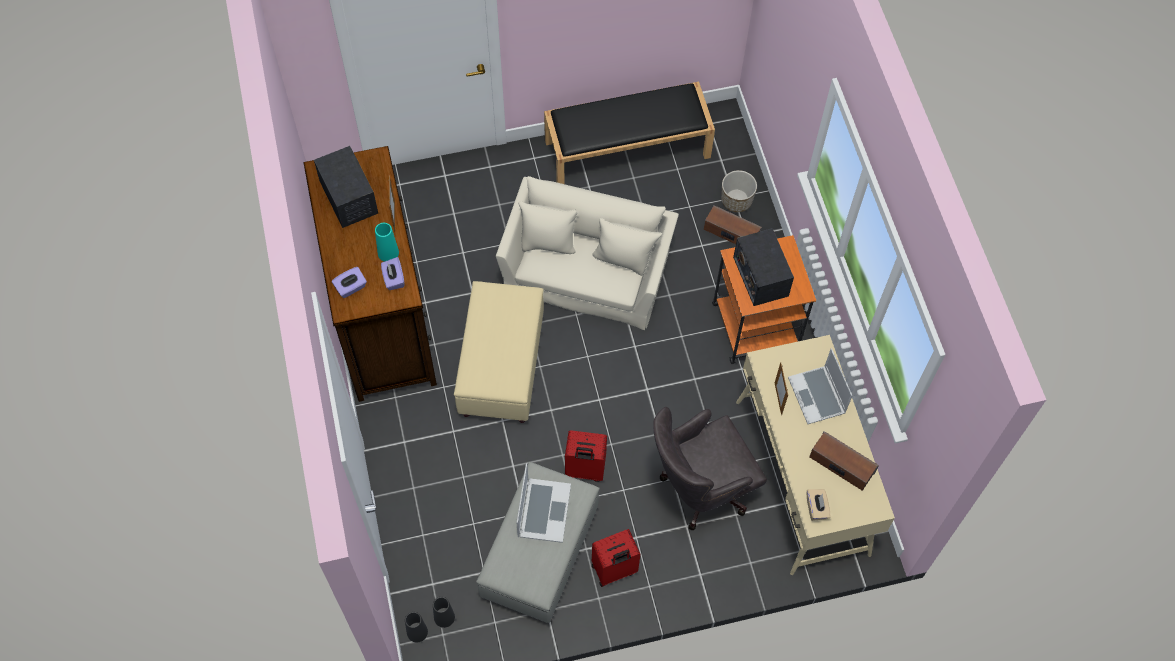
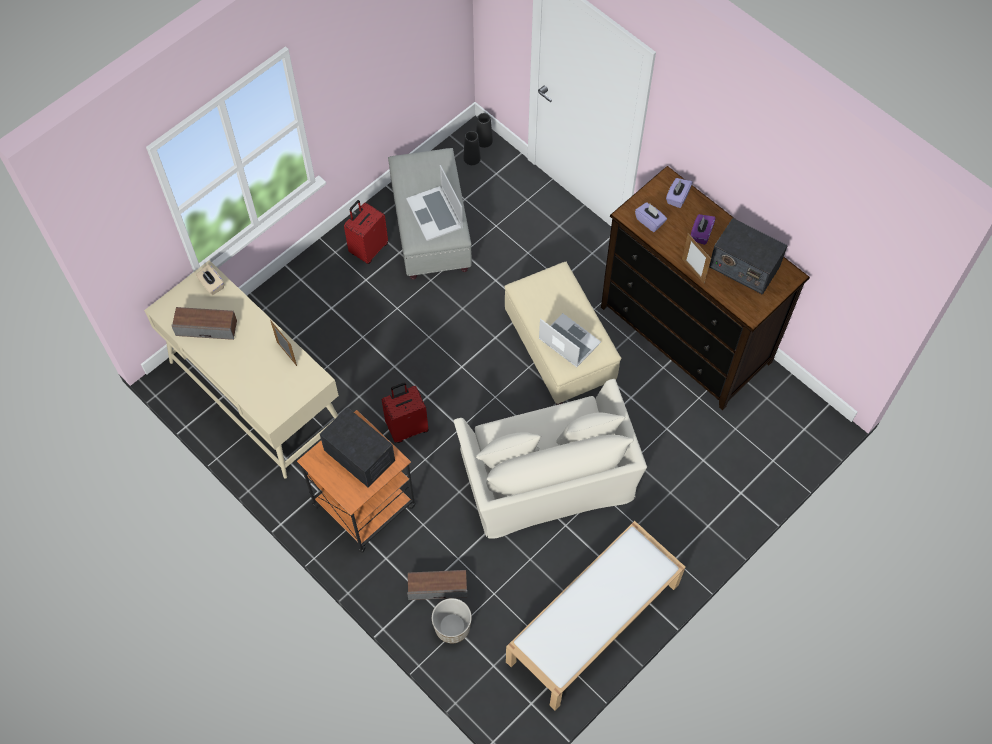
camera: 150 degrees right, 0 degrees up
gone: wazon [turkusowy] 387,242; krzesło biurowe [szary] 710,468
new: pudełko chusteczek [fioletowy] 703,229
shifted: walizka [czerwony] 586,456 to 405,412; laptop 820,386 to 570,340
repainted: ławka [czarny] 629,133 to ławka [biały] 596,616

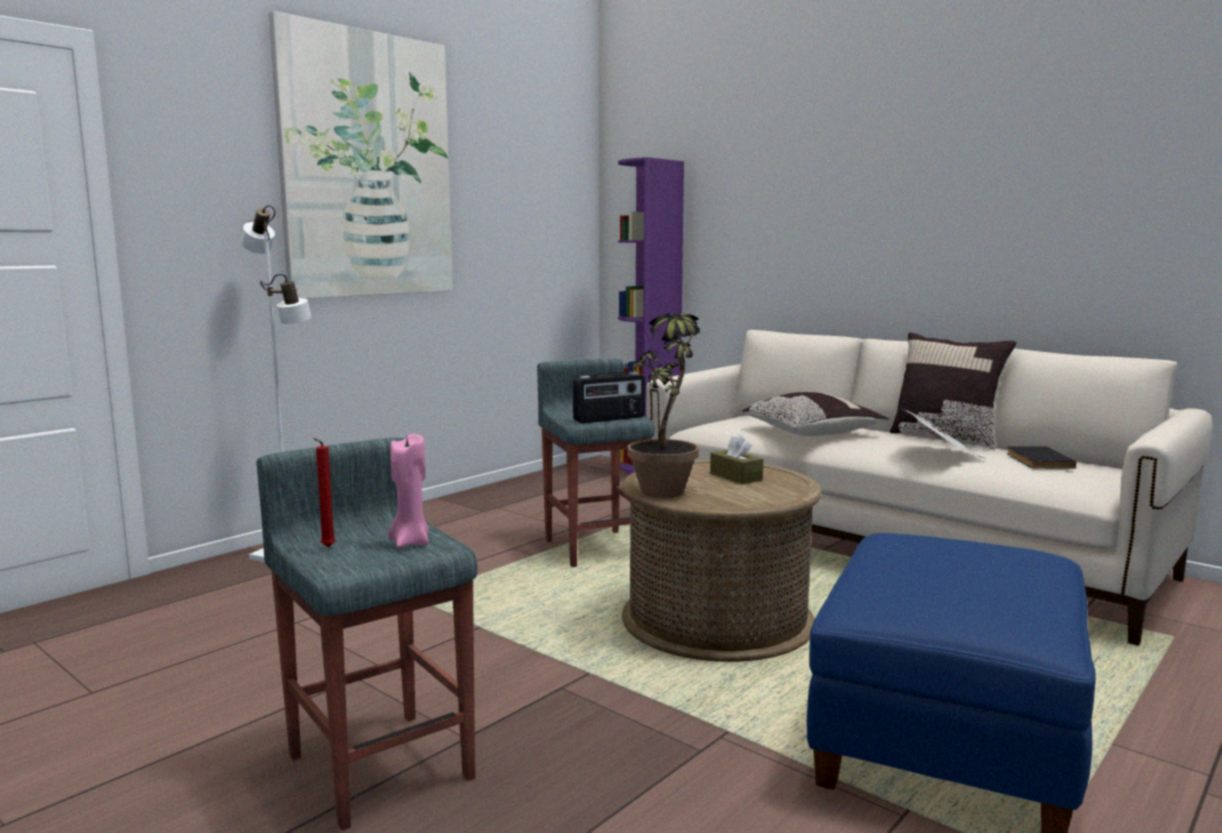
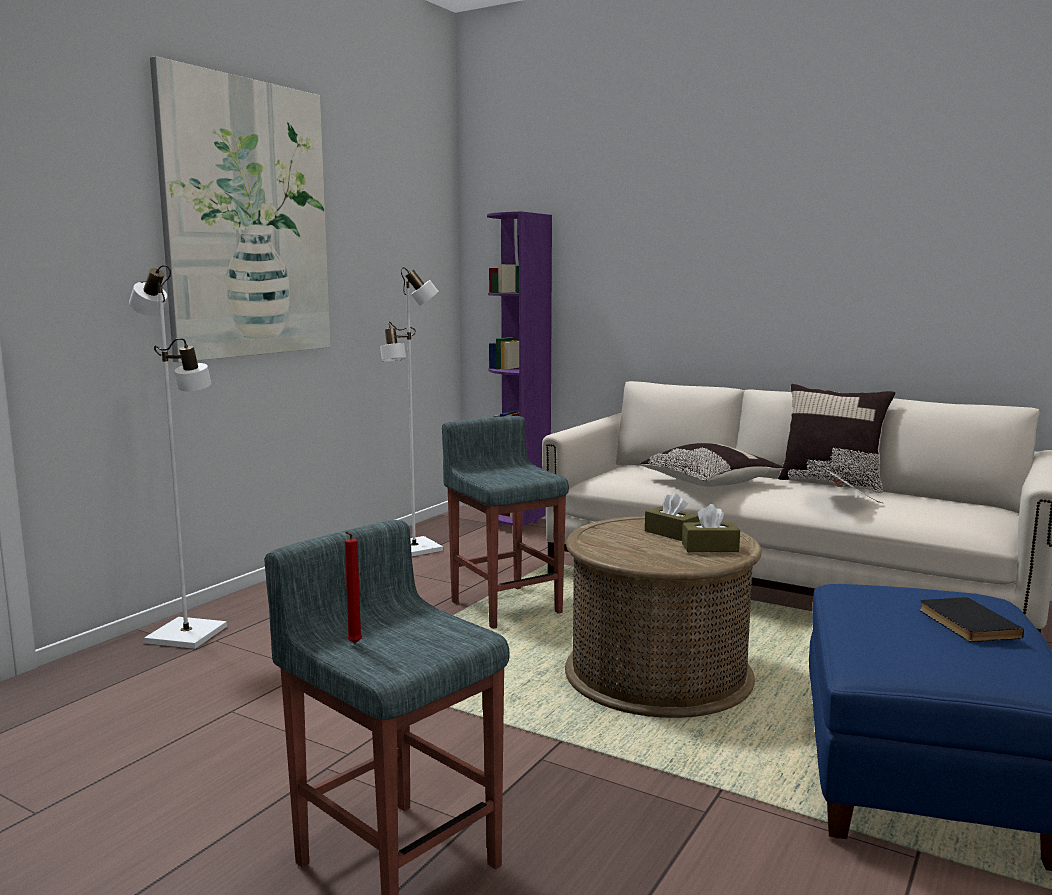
camera: 10 degrees left, 0 degrees up
gone: świeca [różowy] 408,491; radio 609,397; roślina doniczkowa 663,405
new: lampa stojąca [biały] 411,411; pudełko chusteczek [brązowy] 711,528
shifted: książka [czarny] 1041,457 to 972,619

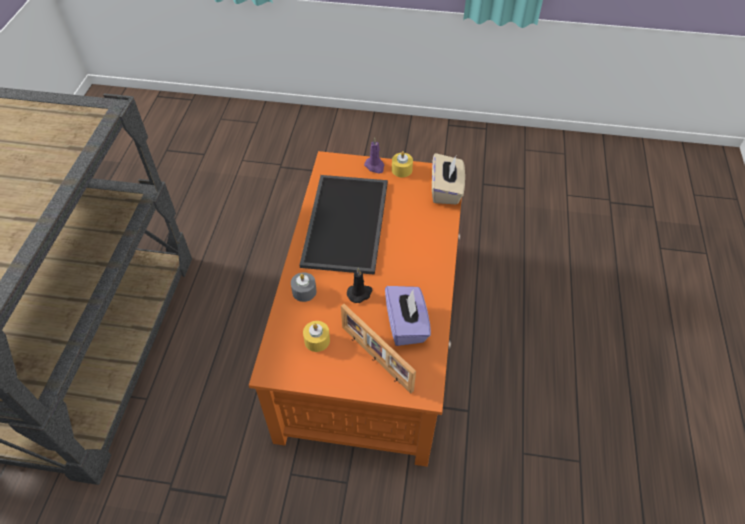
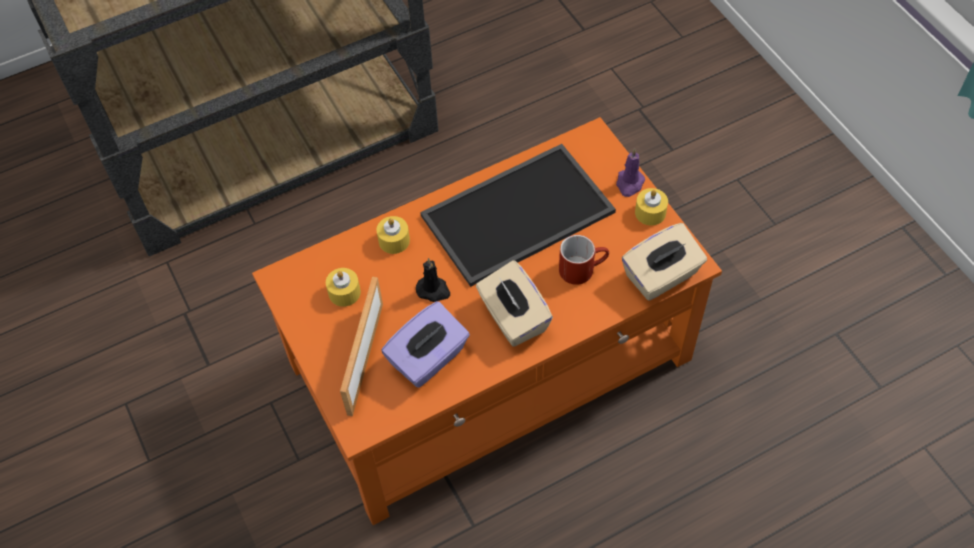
camera: 55 degrees right, 5 degrees up
new: pudełko chusteczek [beżowy] 514,303; kubek [czerwony] 584,260
repainted: świeca [szary] 304,287 to świeca [żółty] 393,235

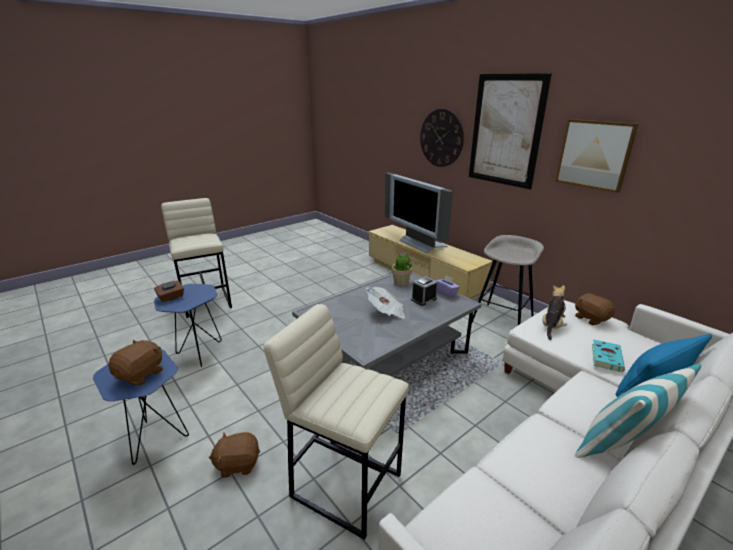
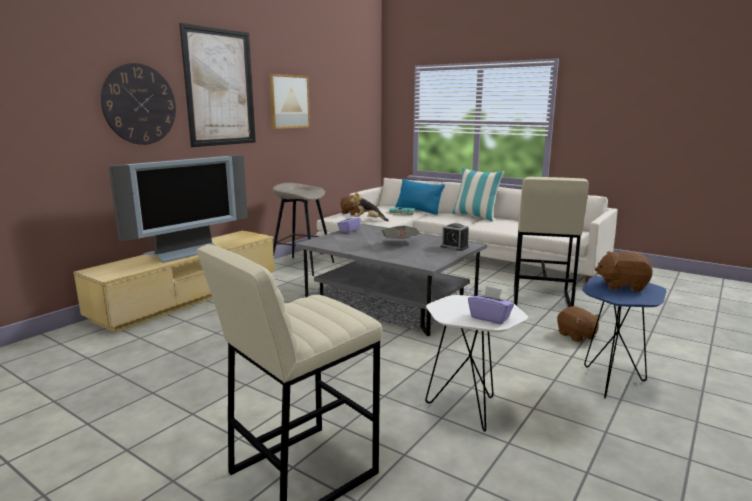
camera: 105 degrees left, 10 degrees down
gone: roślina doniczkowa 402,269
shifted: budzik 424,291 to 455,237
repainted: pudełko chusteczek [brązowy] 169,292 to pudełko chusteczek [fioletowy] 491,305; stolik [niebieski] 188,325 to stolik [biały] 476,363

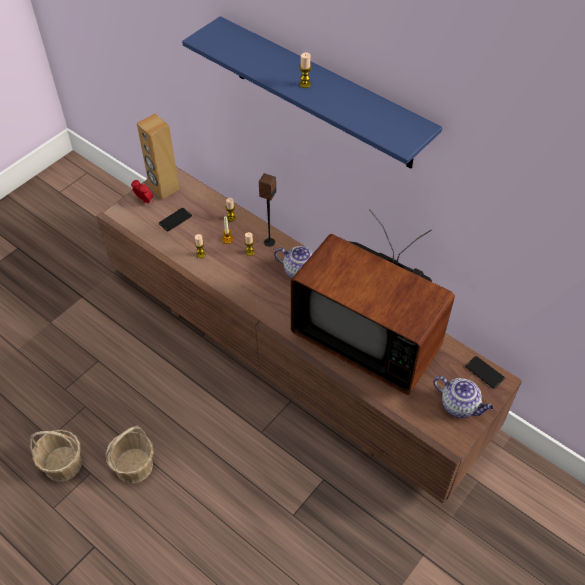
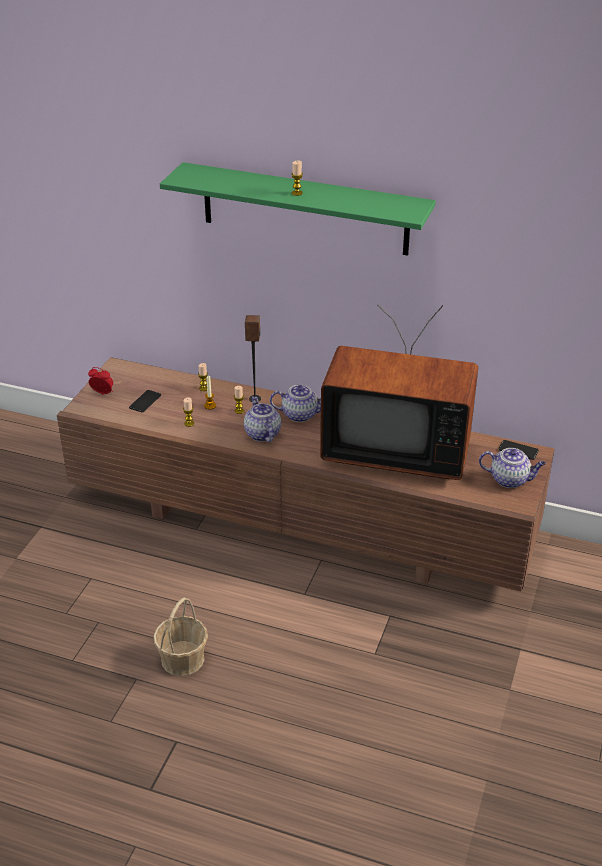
camera: 20 degrees left, 15 degrees down
gone: koszyk 56,455; głośnik [brązowy] 158,156
new: imbryk 262,419
repainted: półka [niebieski] 312,92 to półka [zielony] 298,209

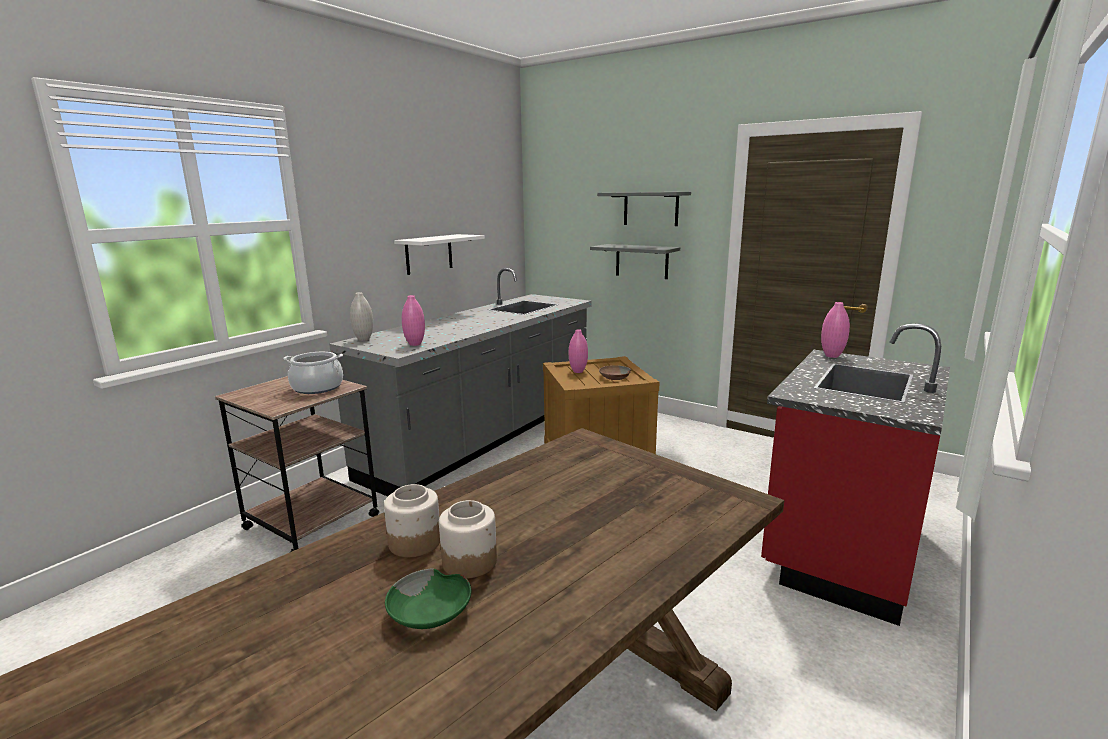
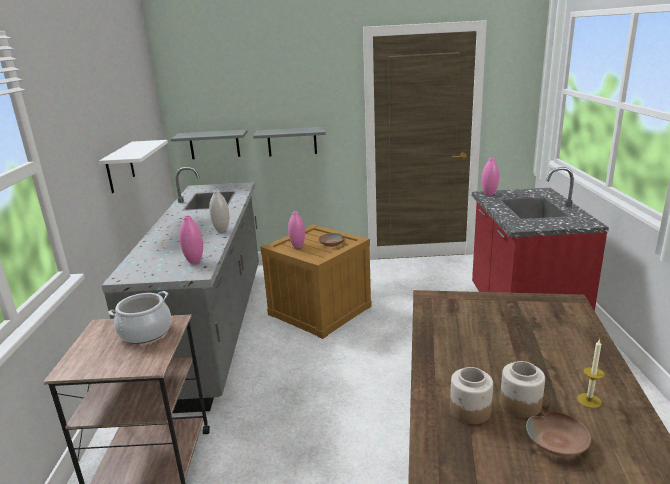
camera: 35 degrees left, 5 degrees up
new: świeca 591,373
shifted: wazon [biały] 361,316 to 219,211; półka [szary] 644,209 to 209,144
repainted: miska [zielony] 428,599 to miska [brązowy] 558,434

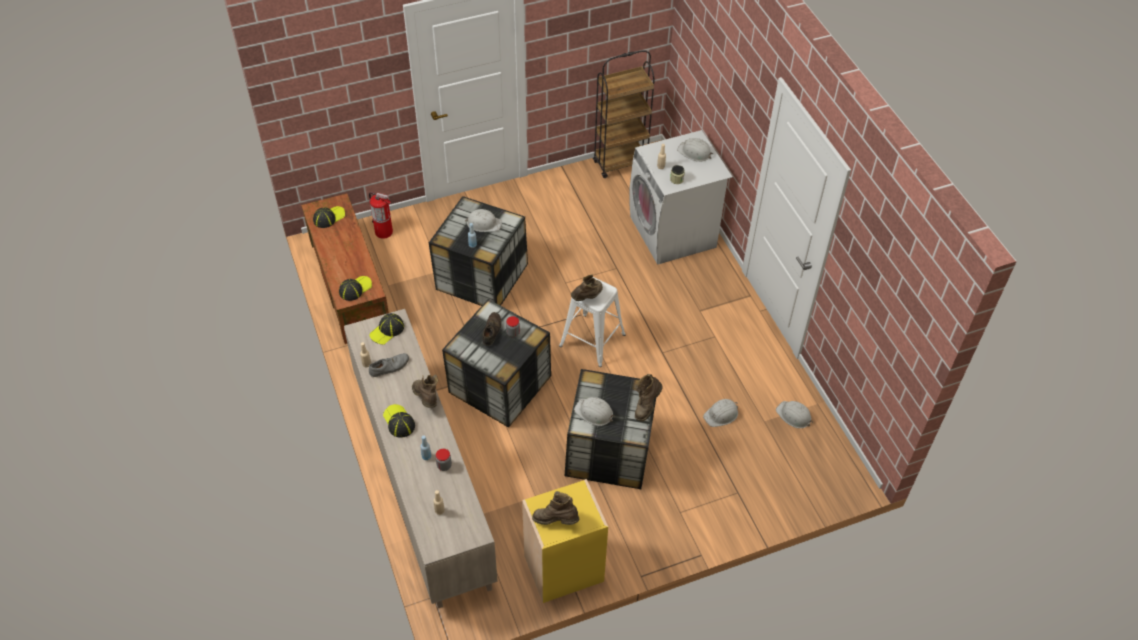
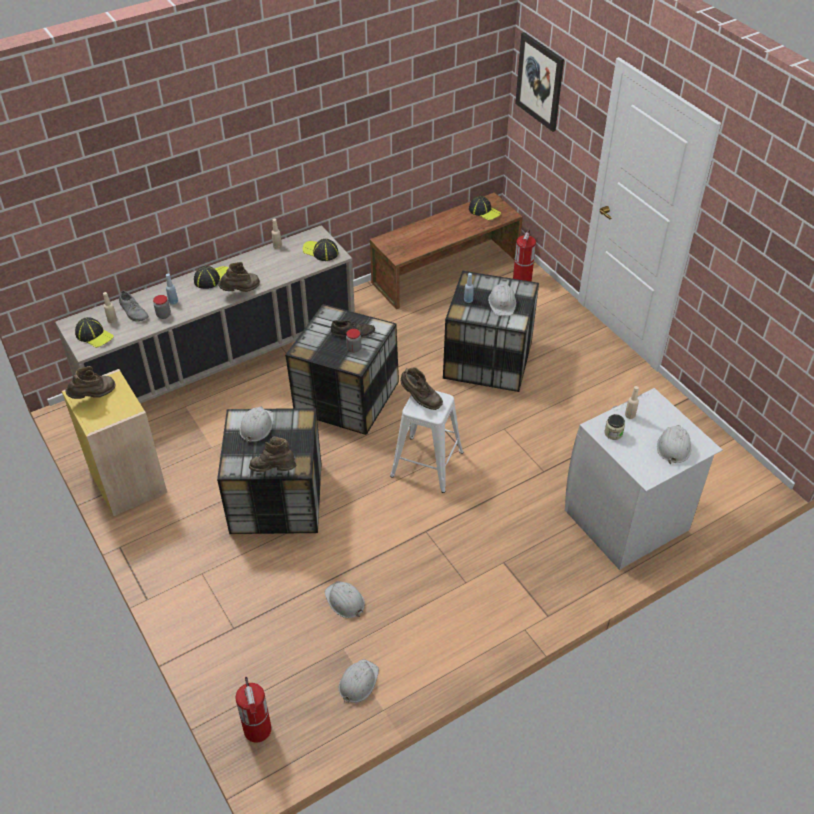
camera: 80 degrees right, 5 degrees down
gone: wózek [brązowy] 623,114
new: gaśnica 253,710; obraz 539,82
shifted: czapka z daszkiem 355,288 to 94,332; but [szary] 389,365 to 134,306
rotated: but z cholewką [brązowy] 555,508 = 90,382 45 degrees clockwise

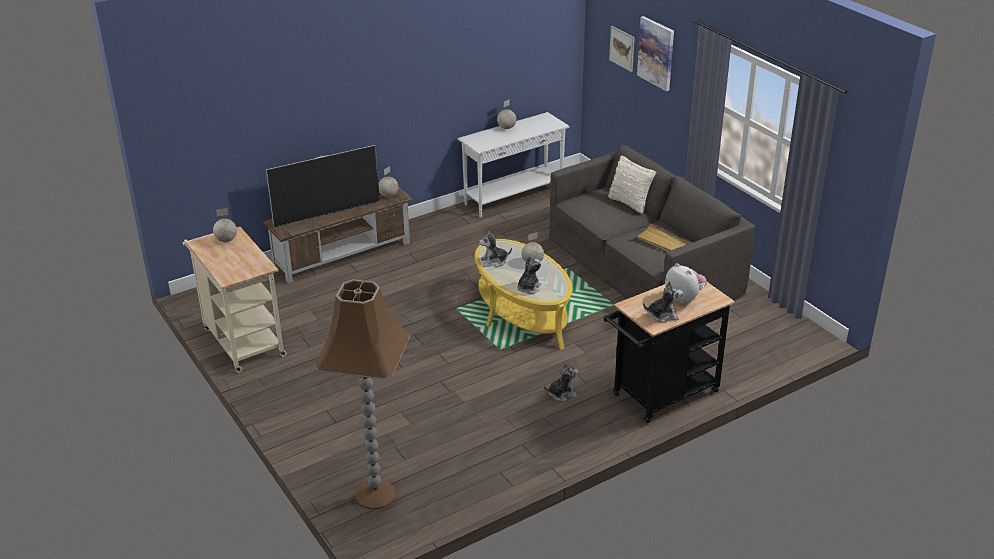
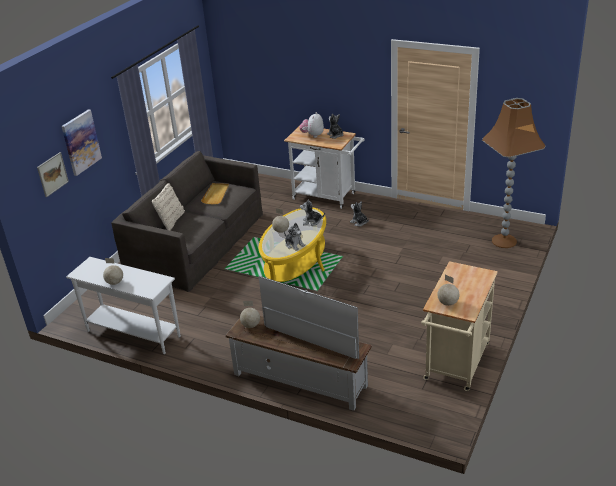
camera: 120 degrees left, 0 degrees up
repainted: wózek [czarny] 669,352 to wózek [biały] 324,167

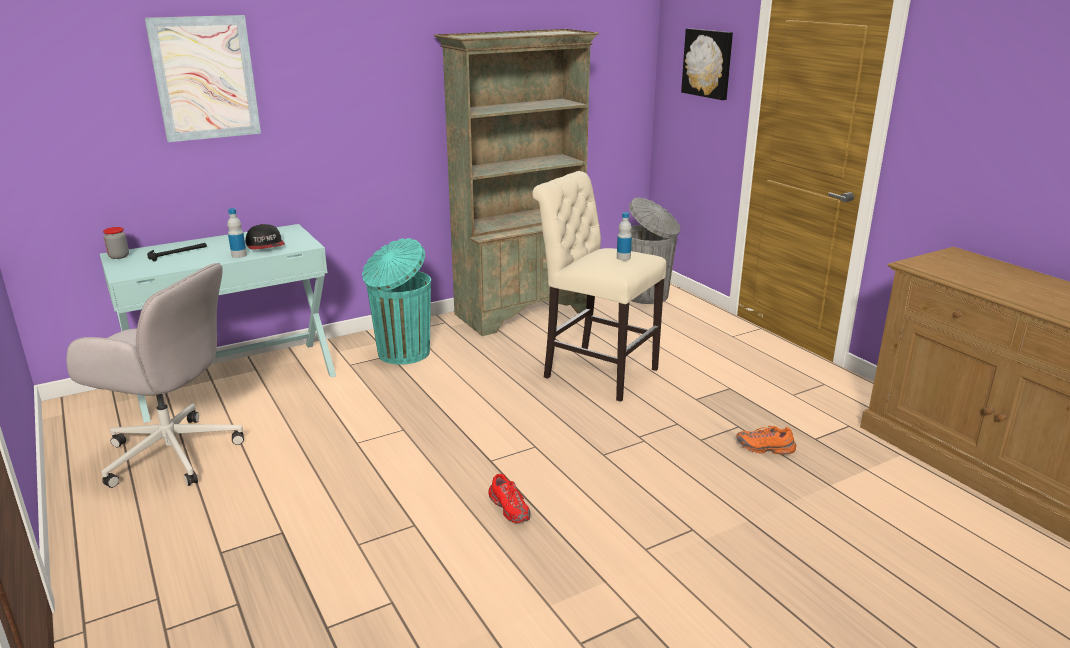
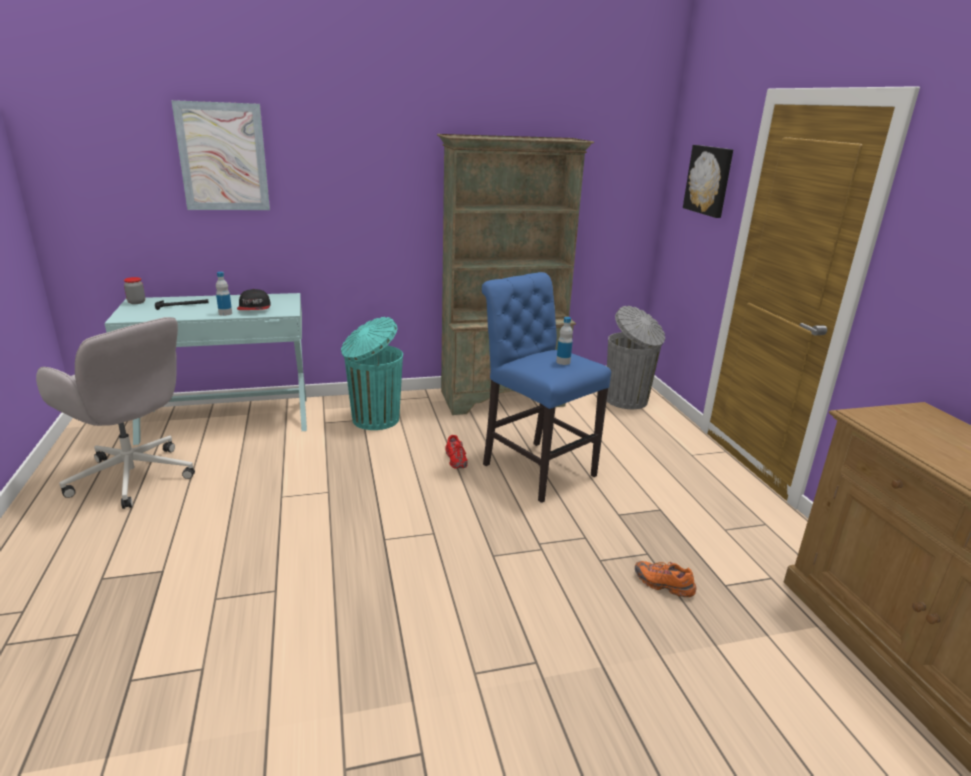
camera: 15 degrees right, 0 degrees up
shifted: but [czerwony] 509,498 to 456,452
repainted: stołek [beżowy] 599,286 to stołek [niebieski] 546,387

